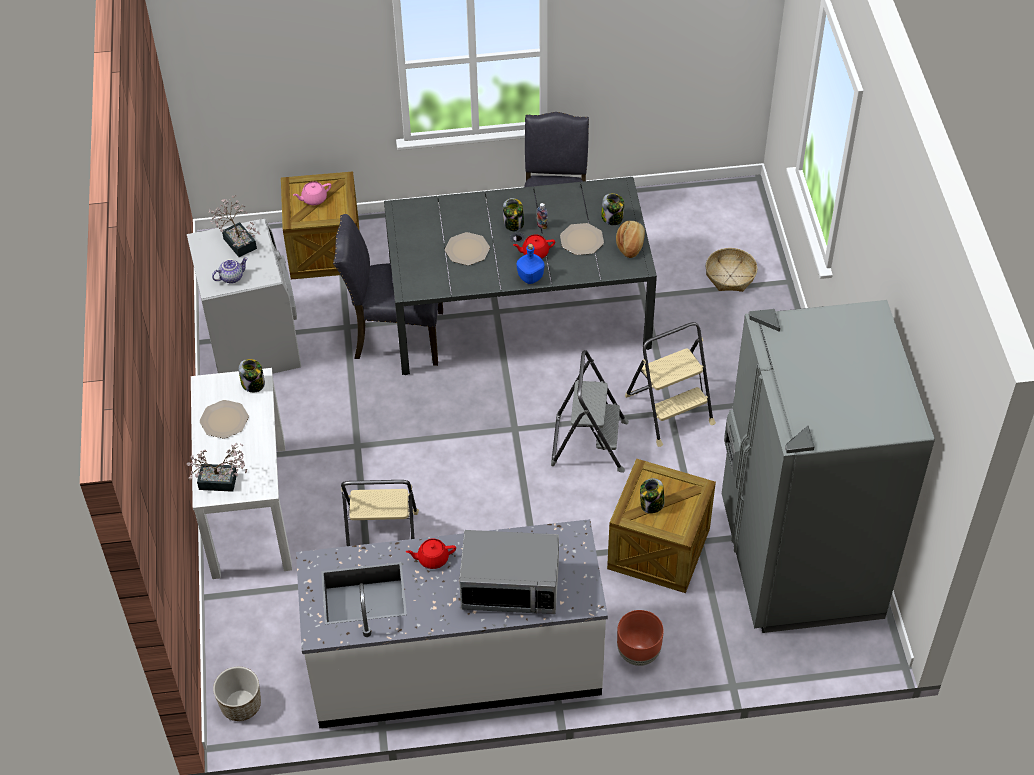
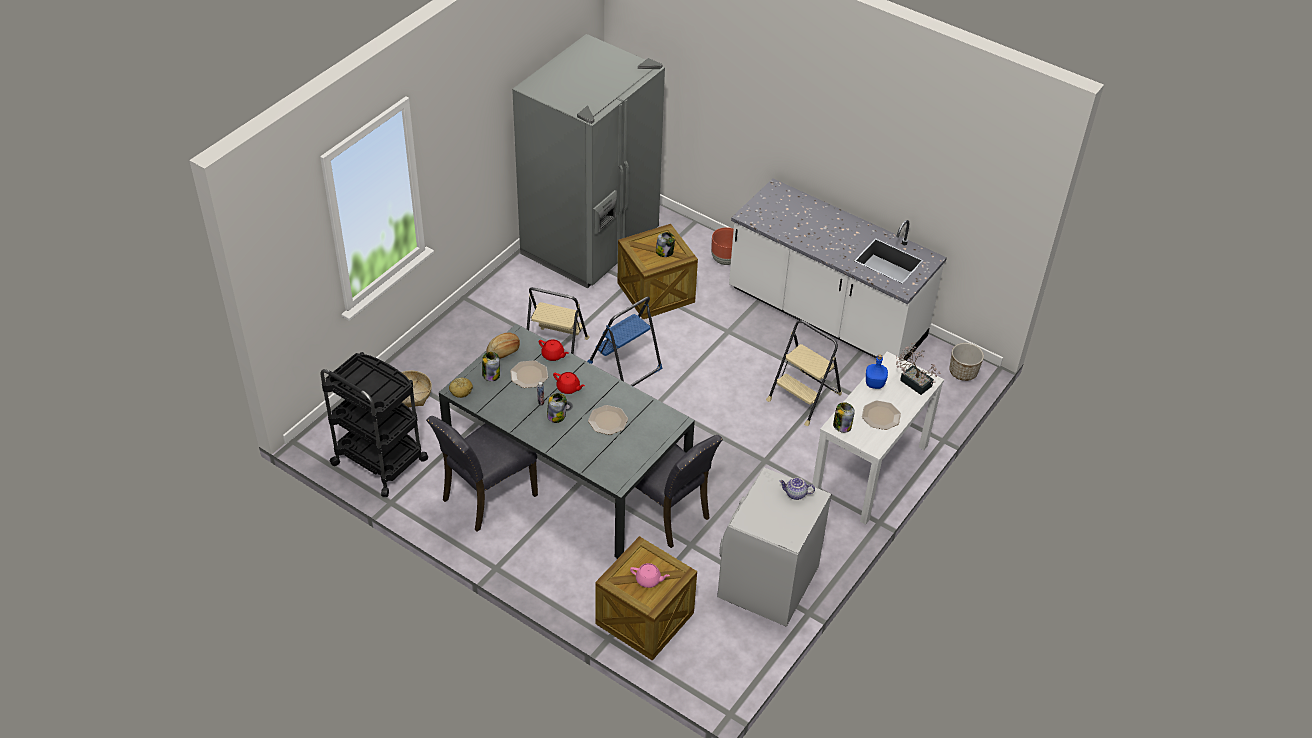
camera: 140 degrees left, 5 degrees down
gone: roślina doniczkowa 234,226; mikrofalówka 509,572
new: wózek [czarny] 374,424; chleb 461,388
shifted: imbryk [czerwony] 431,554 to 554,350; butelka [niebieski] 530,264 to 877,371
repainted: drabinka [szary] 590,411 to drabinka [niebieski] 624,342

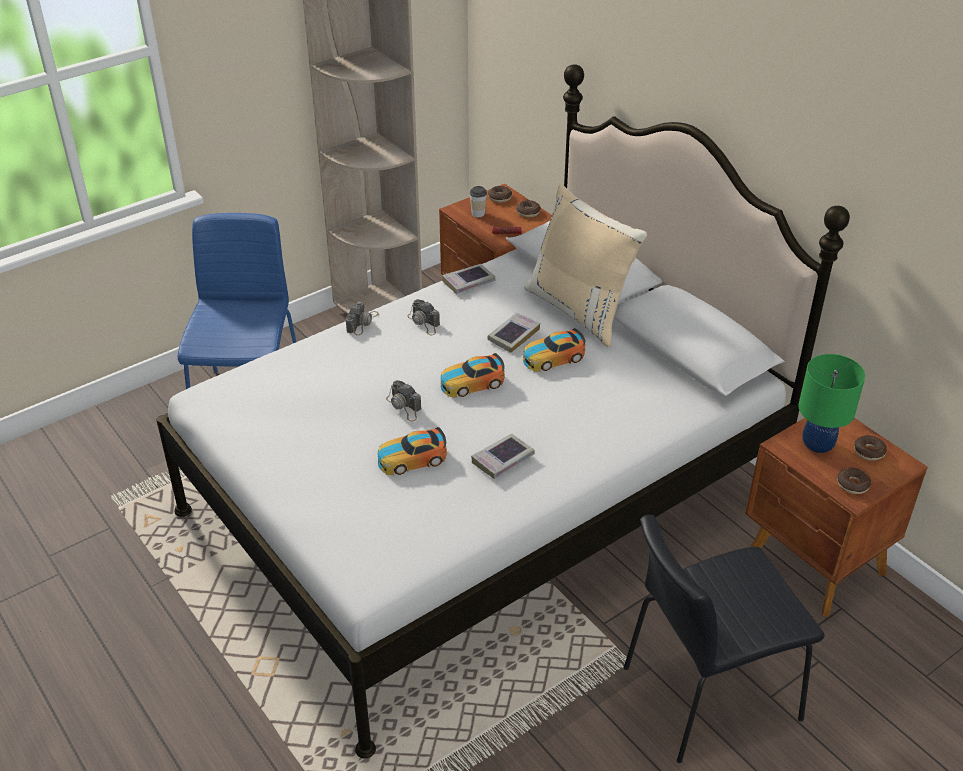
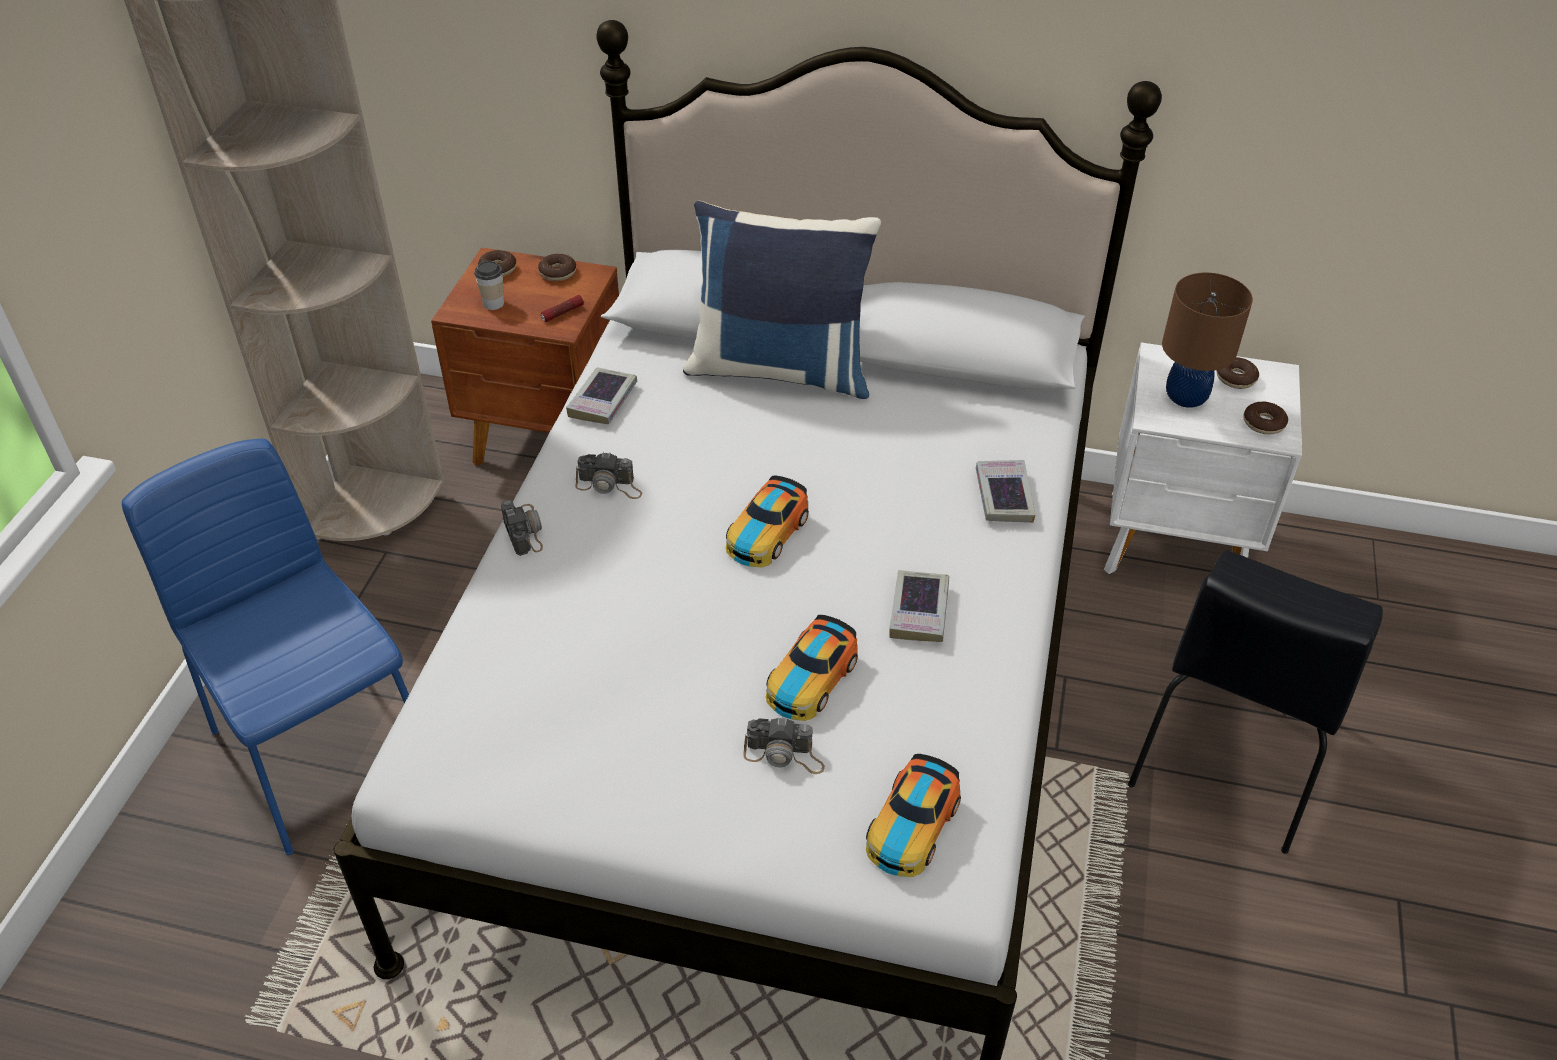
camera: 40 degrees left, 5 degrees up
shifted: aparat fotograficzny 403,401 to 784,745; książka 513,333 to 1006,491; samochodzik 554,350 to 913,815
repainted: poduszka [beżowy] 585,266 to poduszka [niebieski] 782,300; szafka nocna [brązowy] 837,517 to szafka nocna [biały] 1203,458; lampa stołowa [zielony] 831,403 to lampa stołowa [brązowy] 1207,340

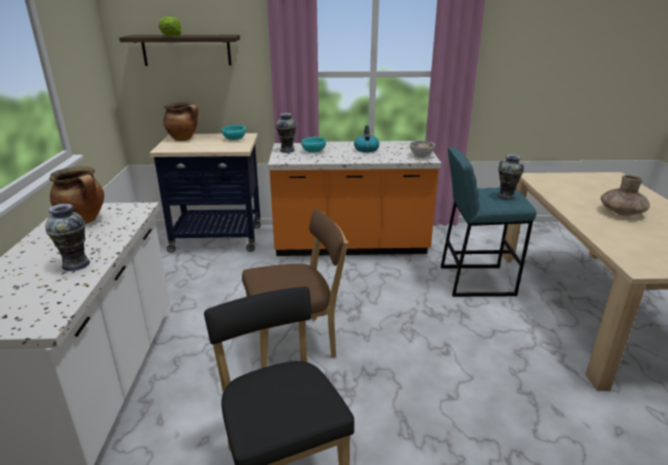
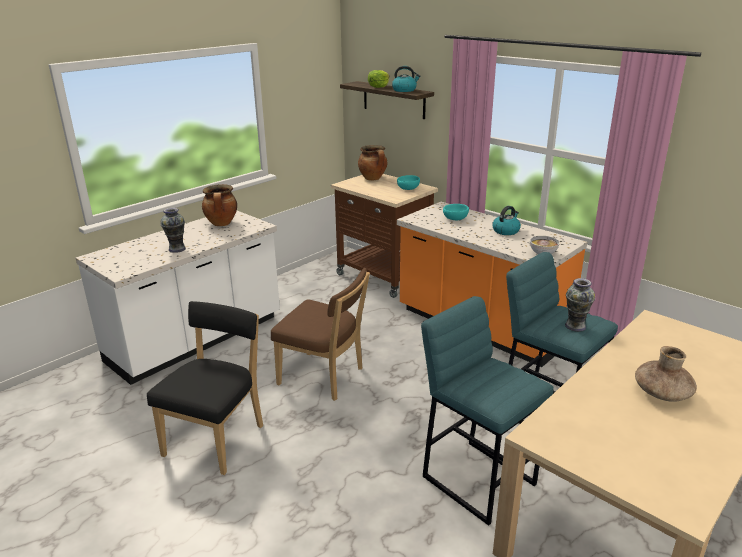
camera: 45 degrees right, 0 degrees up
gone: wazon 286,133
new: czajnik 406,79; stołek [turkusowy] 487,411
repainted: wózek [niebieski] 205,193 to wózek [brązowy] 384,236

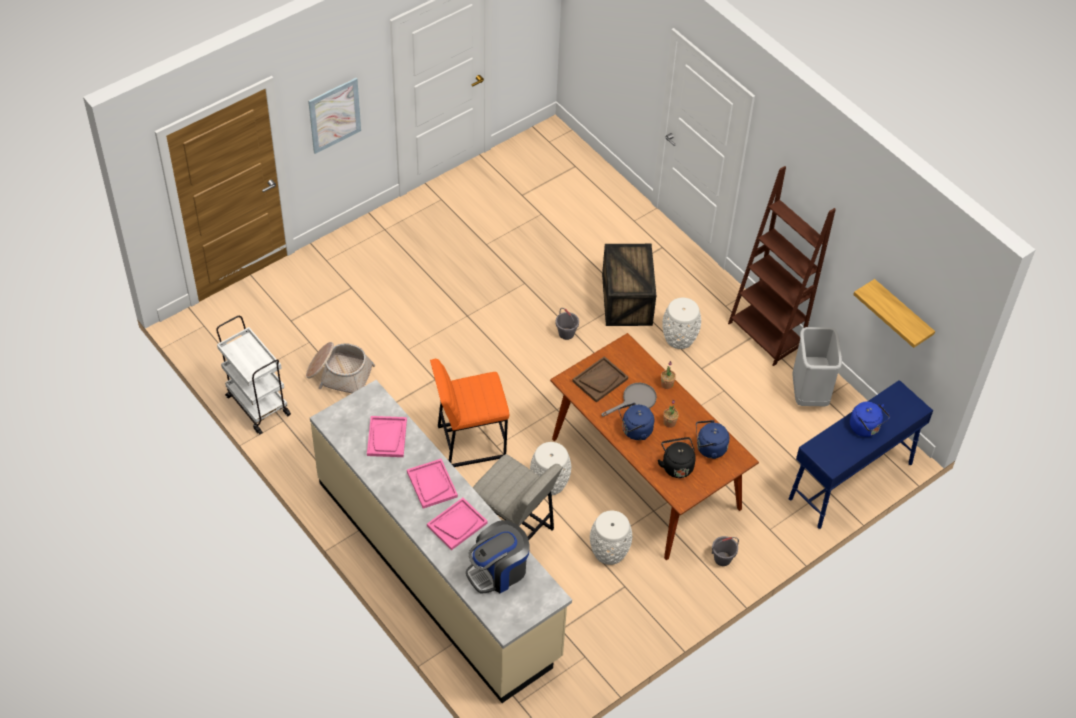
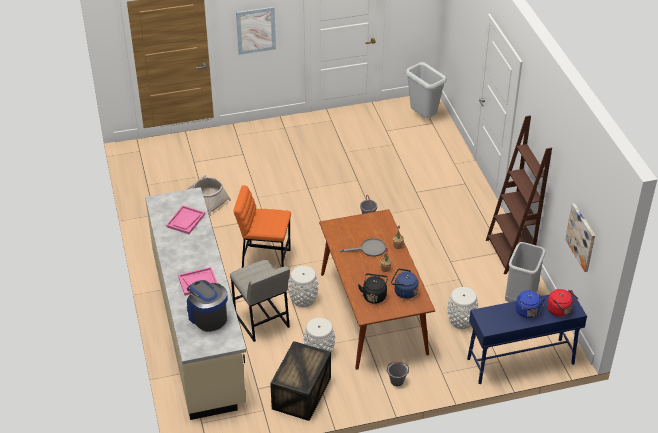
camera: 25 degrees right, 10 degrees down
gone: wózek [biały] 253,375; taca [różowy] 432,483; taca [brązowy] 600,379; czajnik [niebieski] 636,421
new: kosz na śmieci [szary] 426,90; czajnik [czerwony] 562,303
shifted: skrzynka 629,285 to 300,381; stołek [biały] 681,323 to 462,308
swapped: półka 894,313 to obraz 580,237
rotated: ekspres do kawy 498,556 = 207,306 60 degrees clockwise

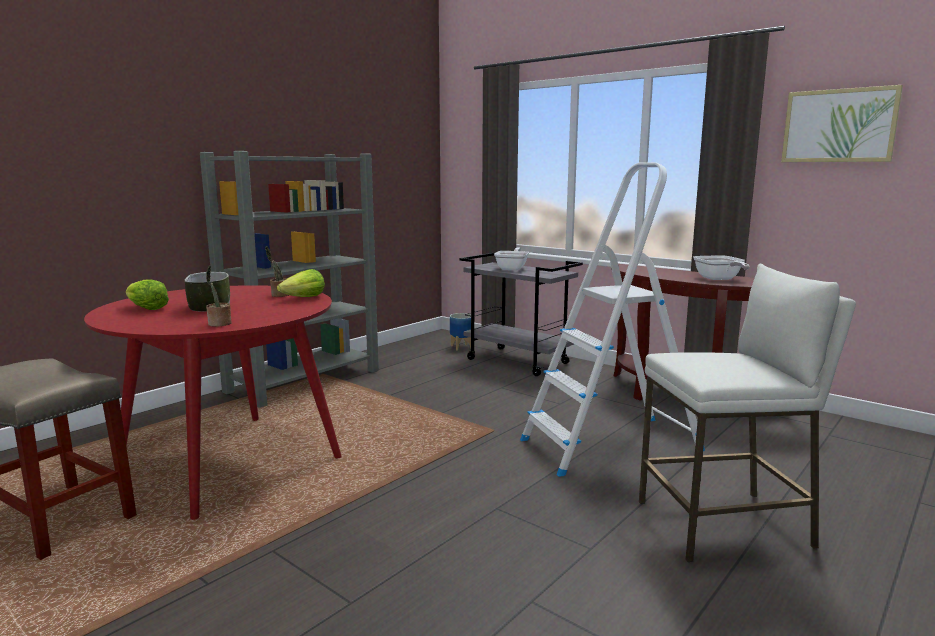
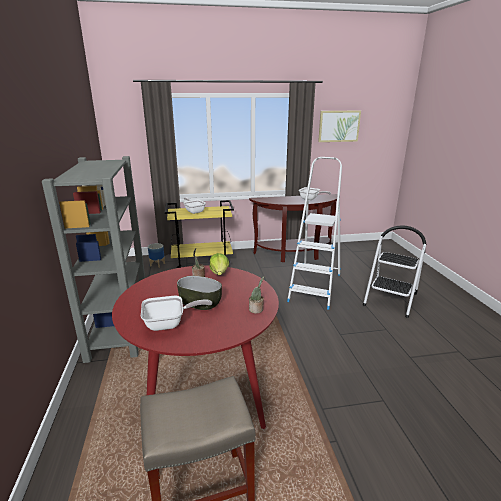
camera: 50 degrees left, 10 degrees up
swapped: sałata 147,294 to patelnia 176,313; stołek [biały] 747,413 to drabinka 394,272
repainted: wózek [szary] 521,314 to wózek [żółty] 199,234

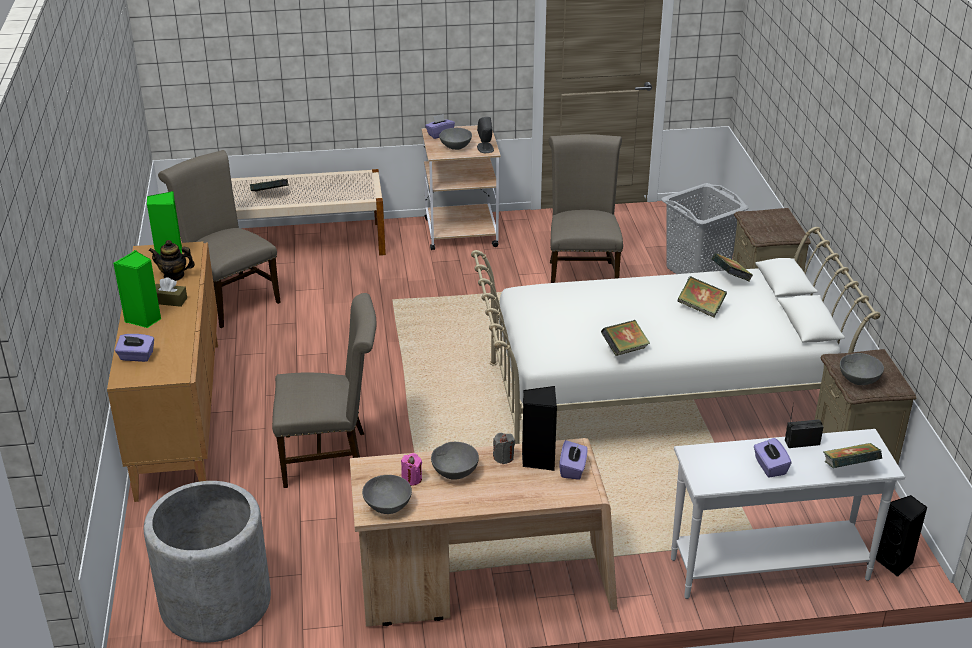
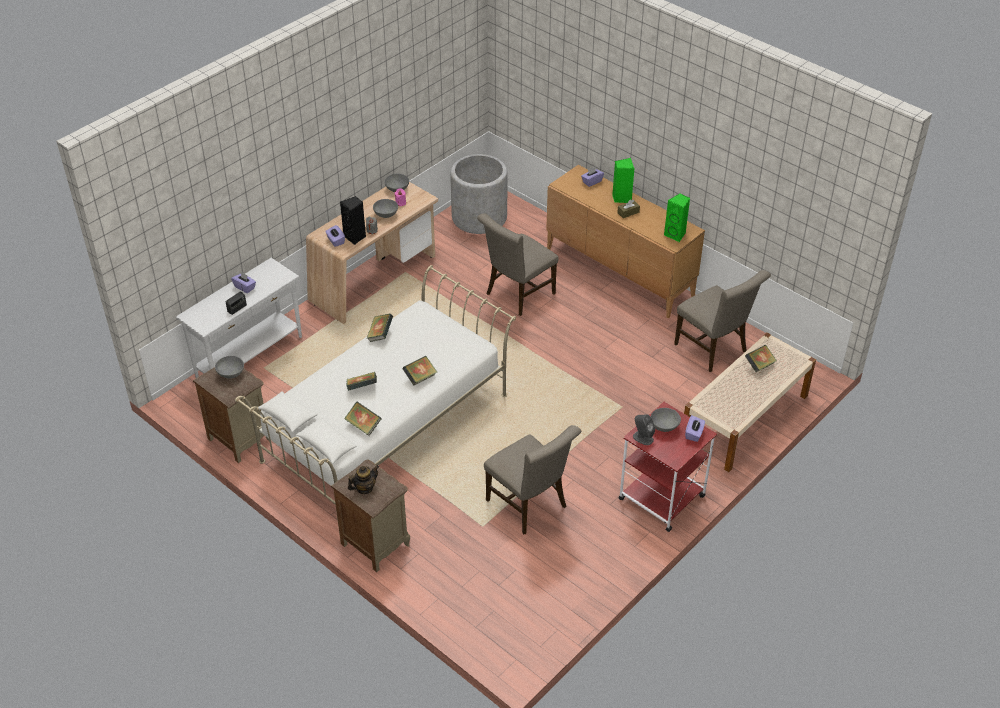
camera: 140 degrees right, 10 degrees up
gone: kosz na pranie [szary] 704,228; głośnik [czarny] 901,536
shifted: imbryk 171,260 to 363,479; książka 852,455 to 419,370
repainted: wózek [beżowy] 461,187 to wózek [czerwony] 667,467
rotated: krzesło [beżowy] 219,239 = 722,321 45 degrees clockwise

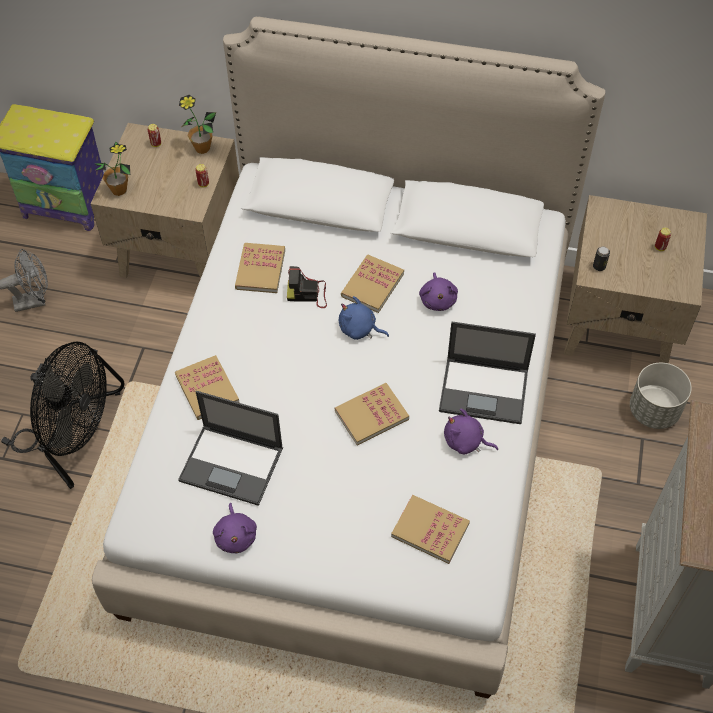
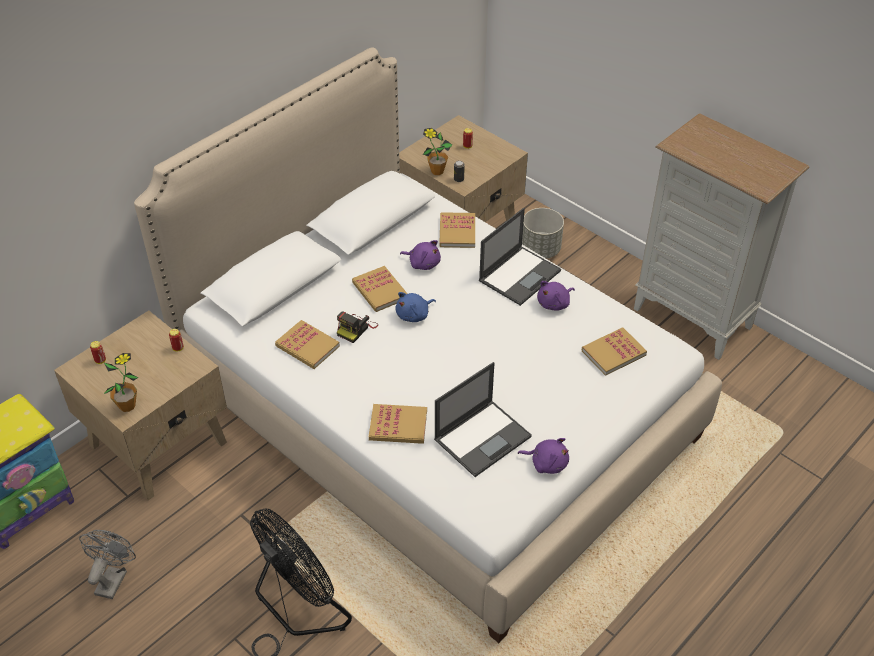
camera: 60 degrees left, 10 degrees down
shifted: roślina doniczkowa 197,124 to 437,151; książka 372,414 to 457,230

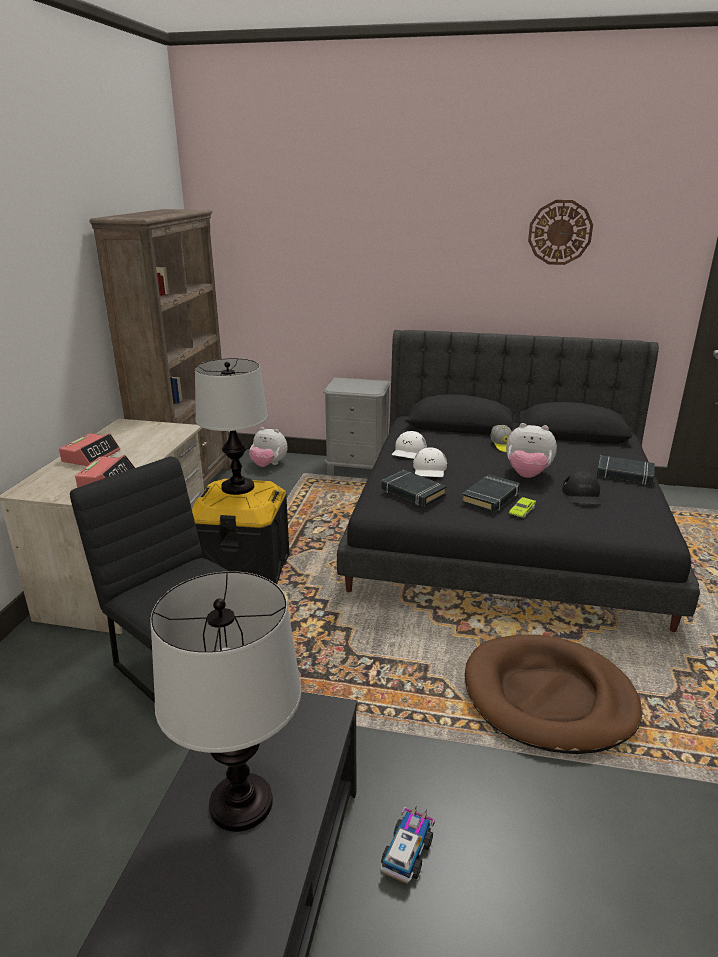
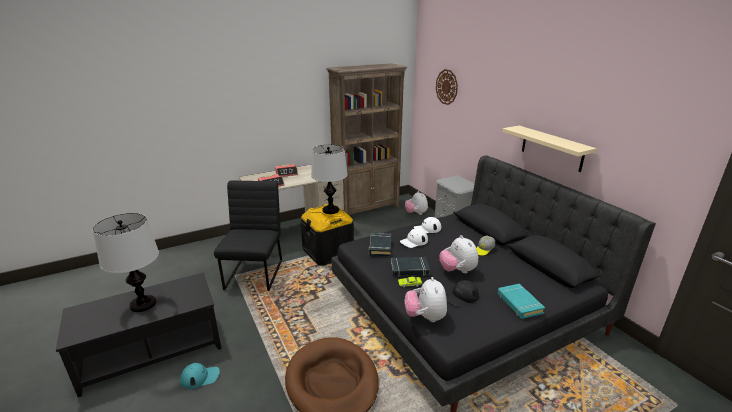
camera: 50 degrees right, 0 degrees up
new: pluszak 425,299; półka [beżowy] 549,149
shifted: zegar ścienny 560,232 to 447,87
swapped: ciężarówka zabawkowa 408,845 to czapka z daszkiem [turkusowy] 200,376
repainted: książka [czarny] 626,470 to książka [turkusowy] 521,301

